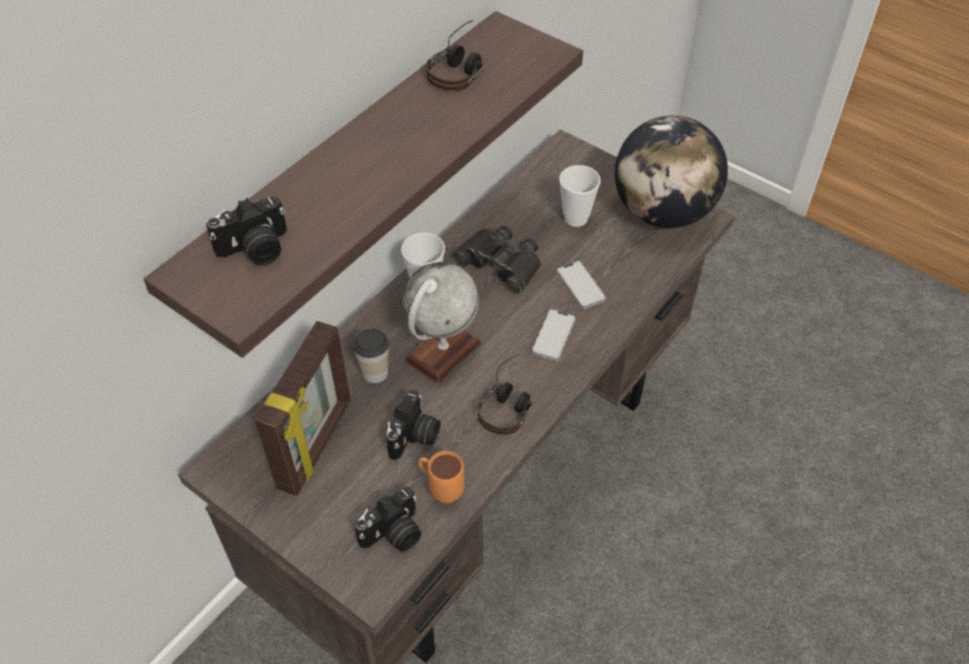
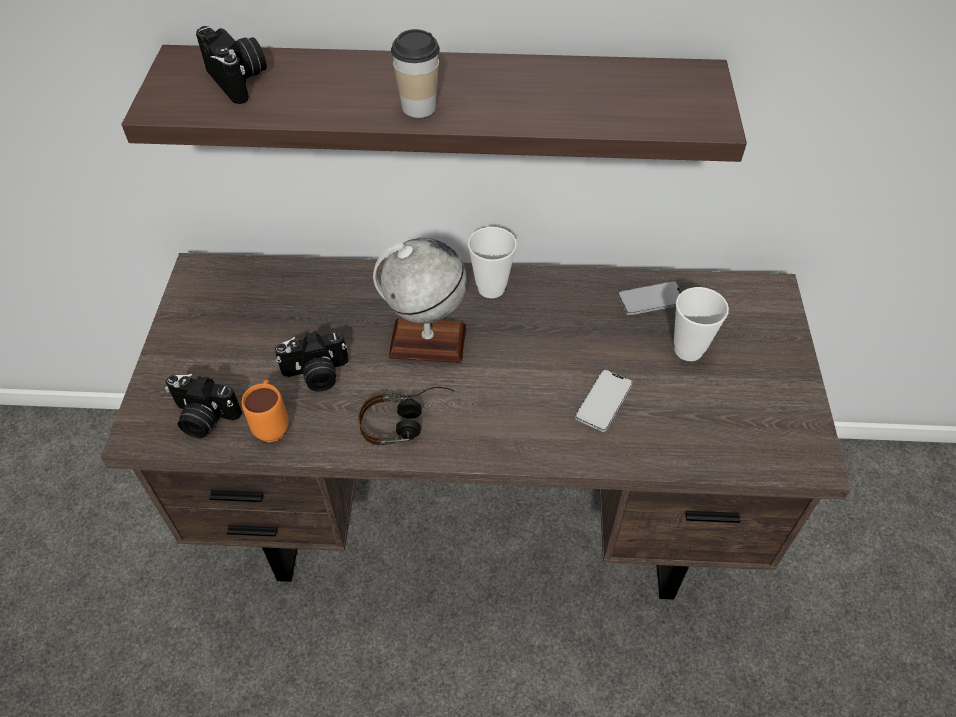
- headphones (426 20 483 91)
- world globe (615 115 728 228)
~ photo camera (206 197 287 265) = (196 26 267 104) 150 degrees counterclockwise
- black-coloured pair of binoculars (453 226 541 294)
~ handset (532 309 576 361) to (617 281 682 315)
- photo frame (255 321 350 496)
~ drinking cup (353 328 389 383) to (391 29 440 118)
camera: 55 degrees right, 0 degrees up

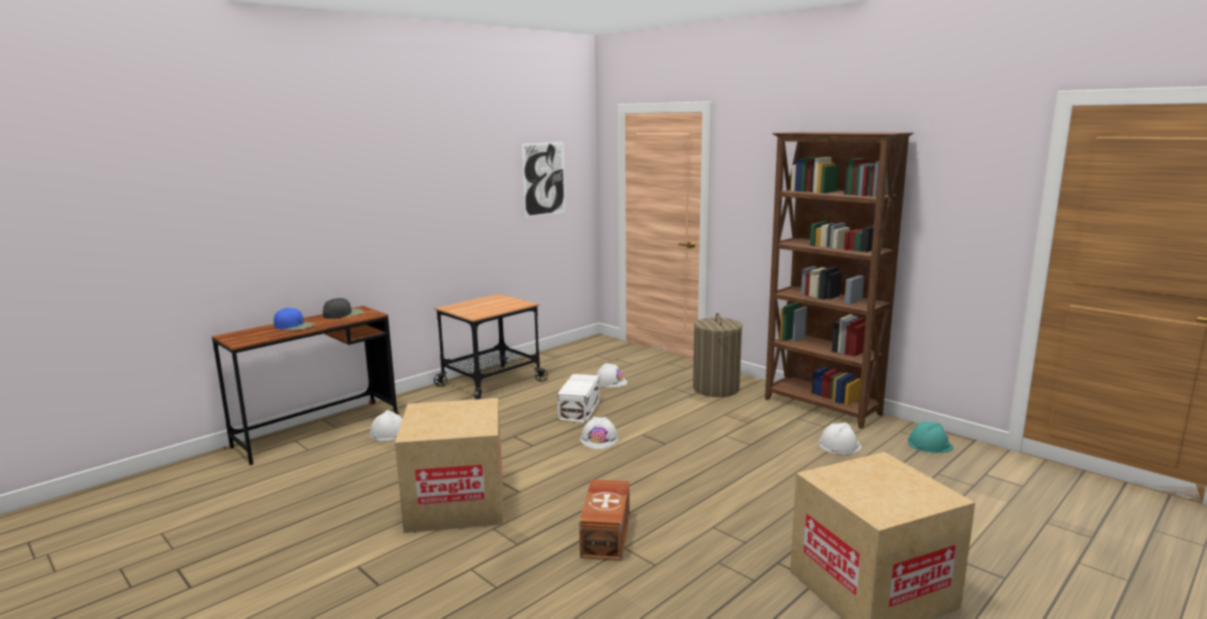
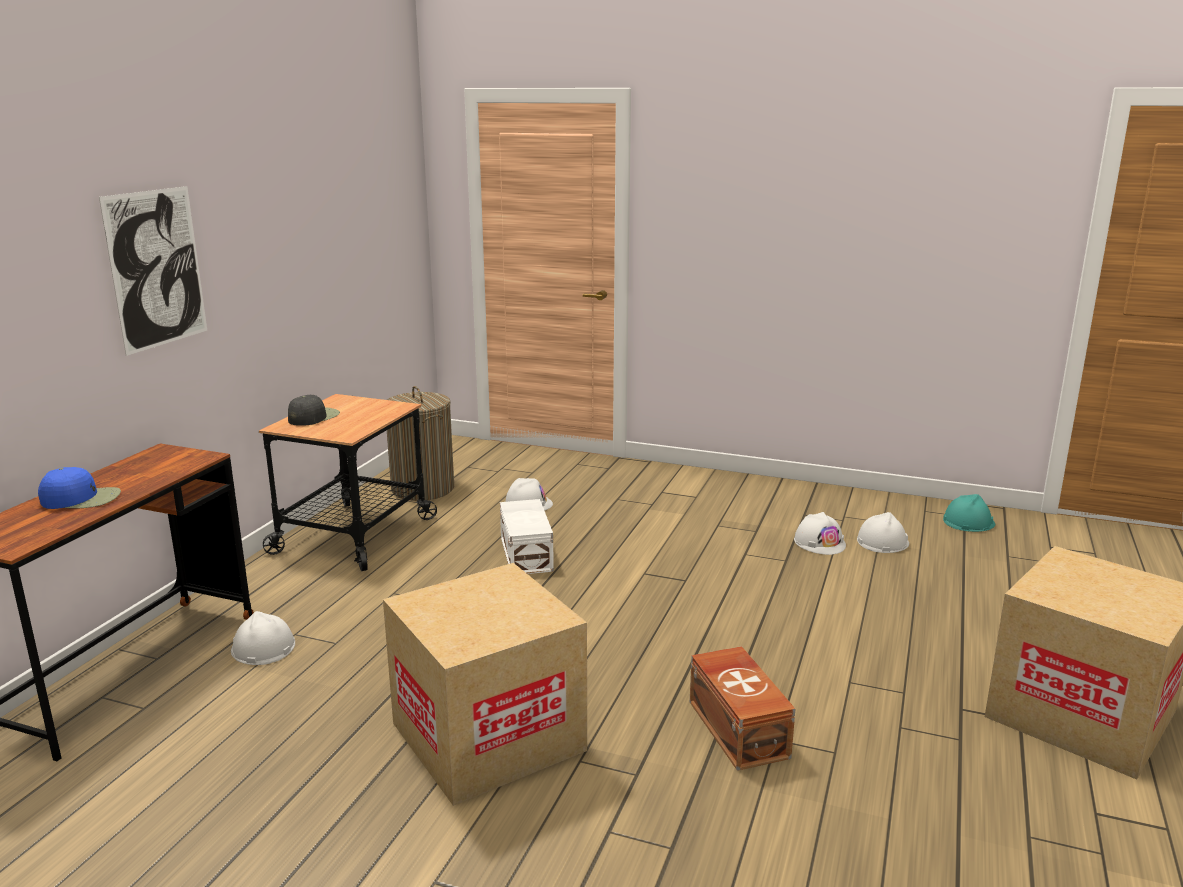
- brown-coloured shelving unit (765 132 914 429)
~ wall picture (522 142 565 218) to (99 186 207 356)
~ black-coloured cap (323 298 364 319) to (288 395 340 426)
~ laundry basket (693 313 742 397) to (387 386 454 501)
~ whitish hard hat (580 417 618 449) to (794 512 846 555)
camera: 25 degrees left, 5 degrees up

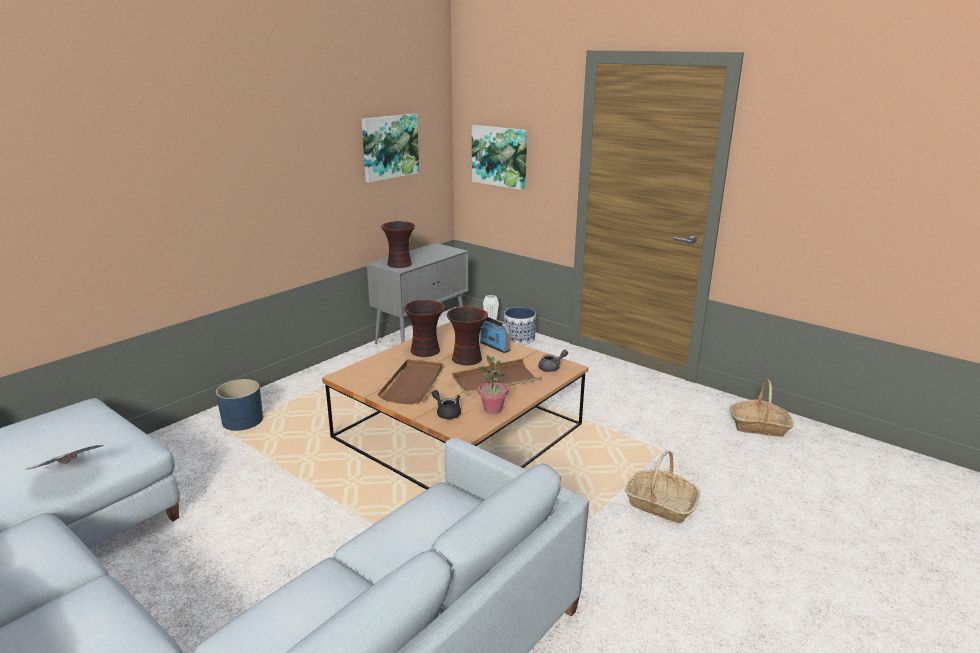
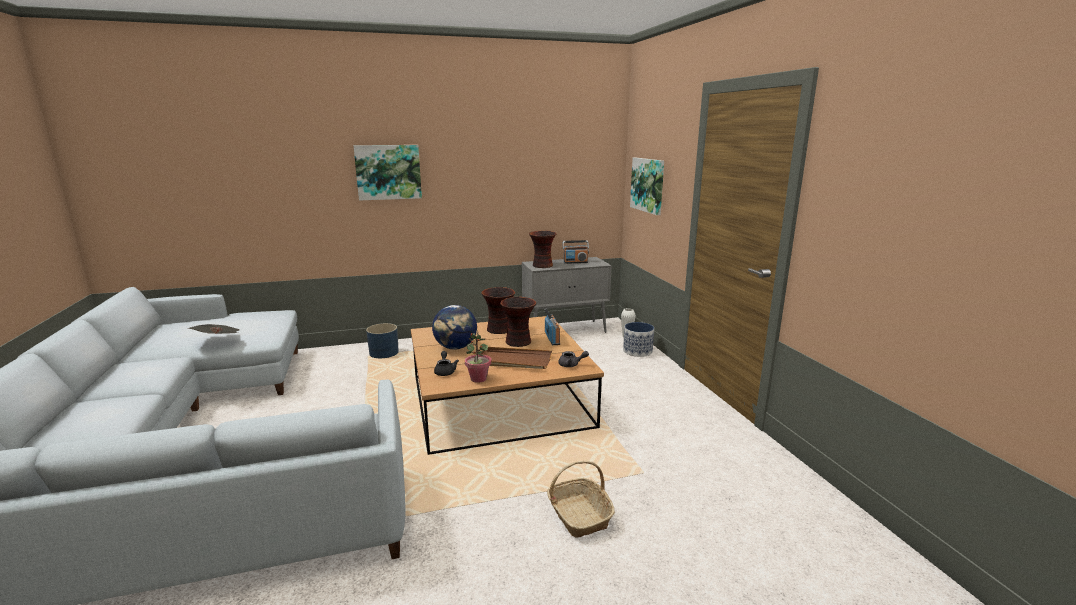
~ wall picture (362 114 419 182) to (353 145 422 201)
~ brown-coloured serving tray (378 359 443 405) to world globe (432 305 477 350)
- household basket (730 380 794 437)
+ radio receiver (563 240 589 264)
camera: 35 degrees right, 5 degrees down

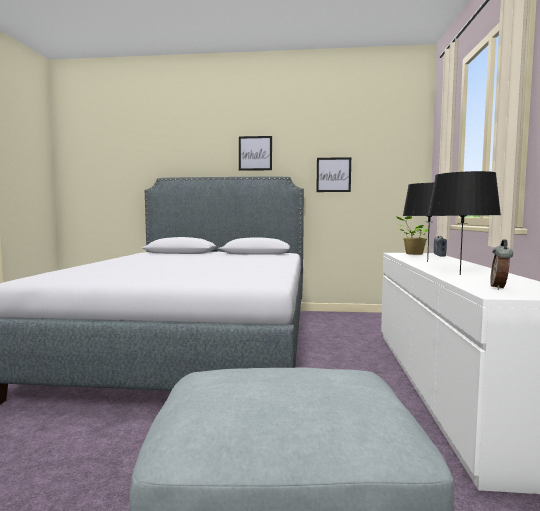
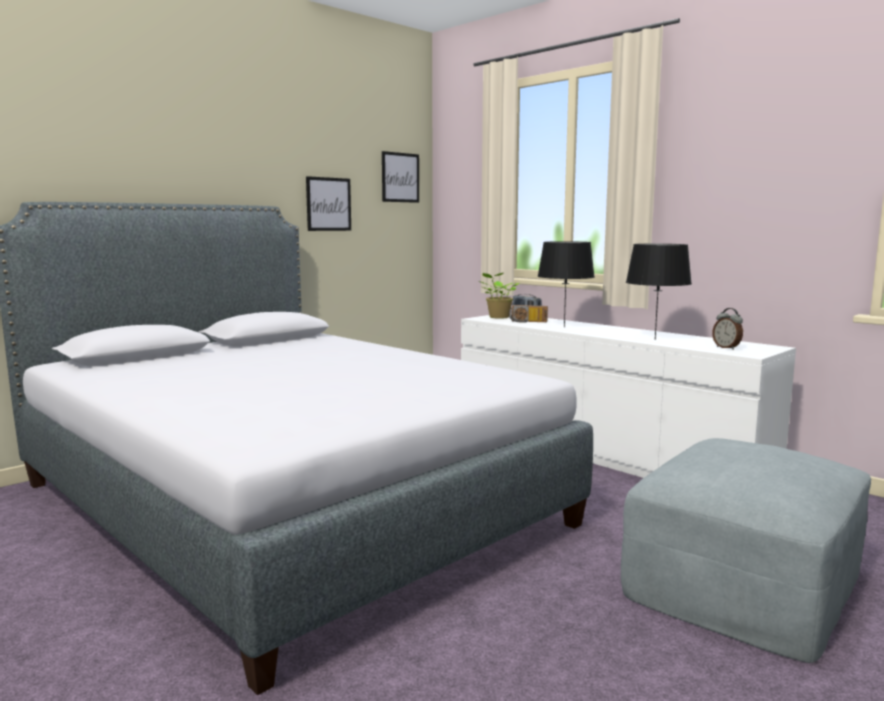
~ wall picture (239 136 272 171) to (382 151 419 203)
+ radio receiver (509 305 548 323)
camera: 50 degrees left, 5 degrees up

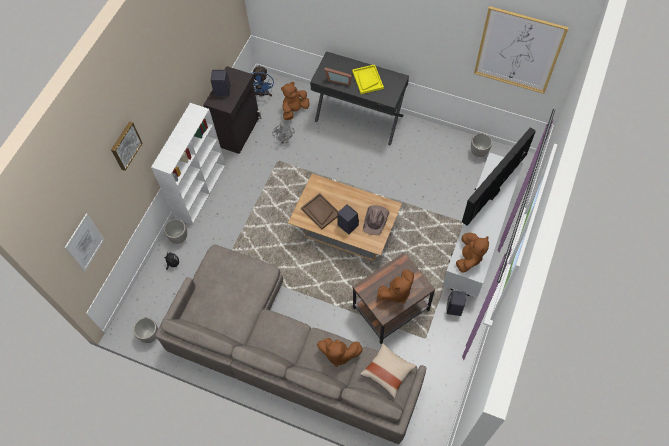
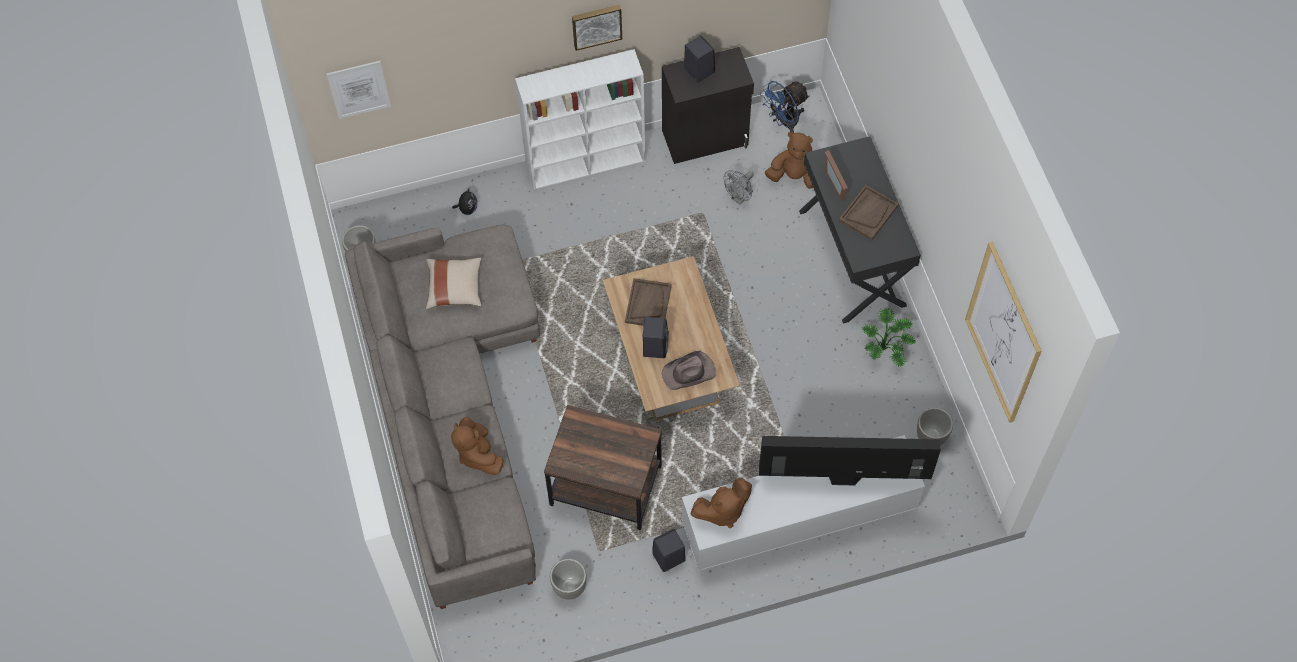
~ yellow serving tray (352 64 384 94) to brown-coloured serving tray (839 185 899 241)
~ wall picture (111 121 142 171) to (572 5 622 51)
~ plant pot (164 219 187 244) to (550 559 587 600)
- brown-coloured soft toy (377 269 414 303)
~ beige-coloured cushion (360 343 416 398) to (426 258 481 309)
+ plant in a pot (862 308 915 367)
camera: 50 degrees right, 0 degrees up

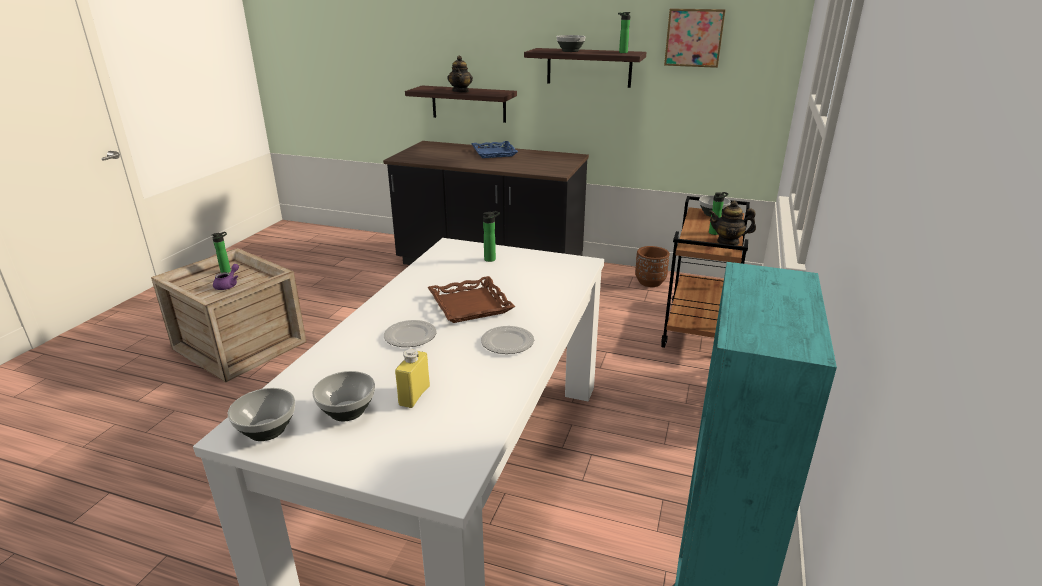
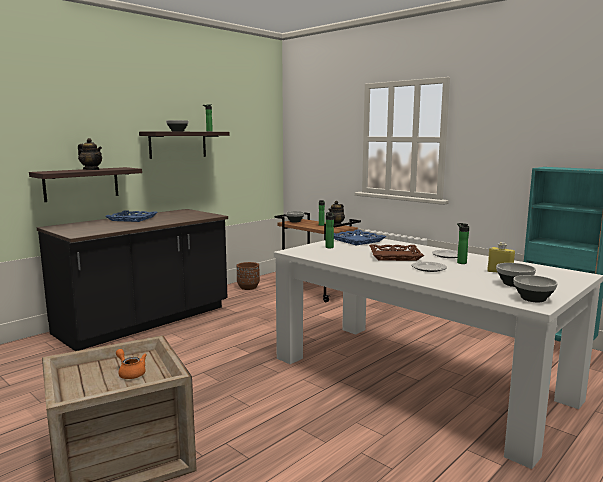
- wall picture (664 8 726 68)
~ beverage bottle (212 232 231 273) to (457 223 469 264)
~ purple pot for tea (213 264 239 290) to orange-coloured pot for tea (116 349 146 379)
+ blue serving tray (334 230 386 246)
camera: 65 degrees left, 15 degrees down

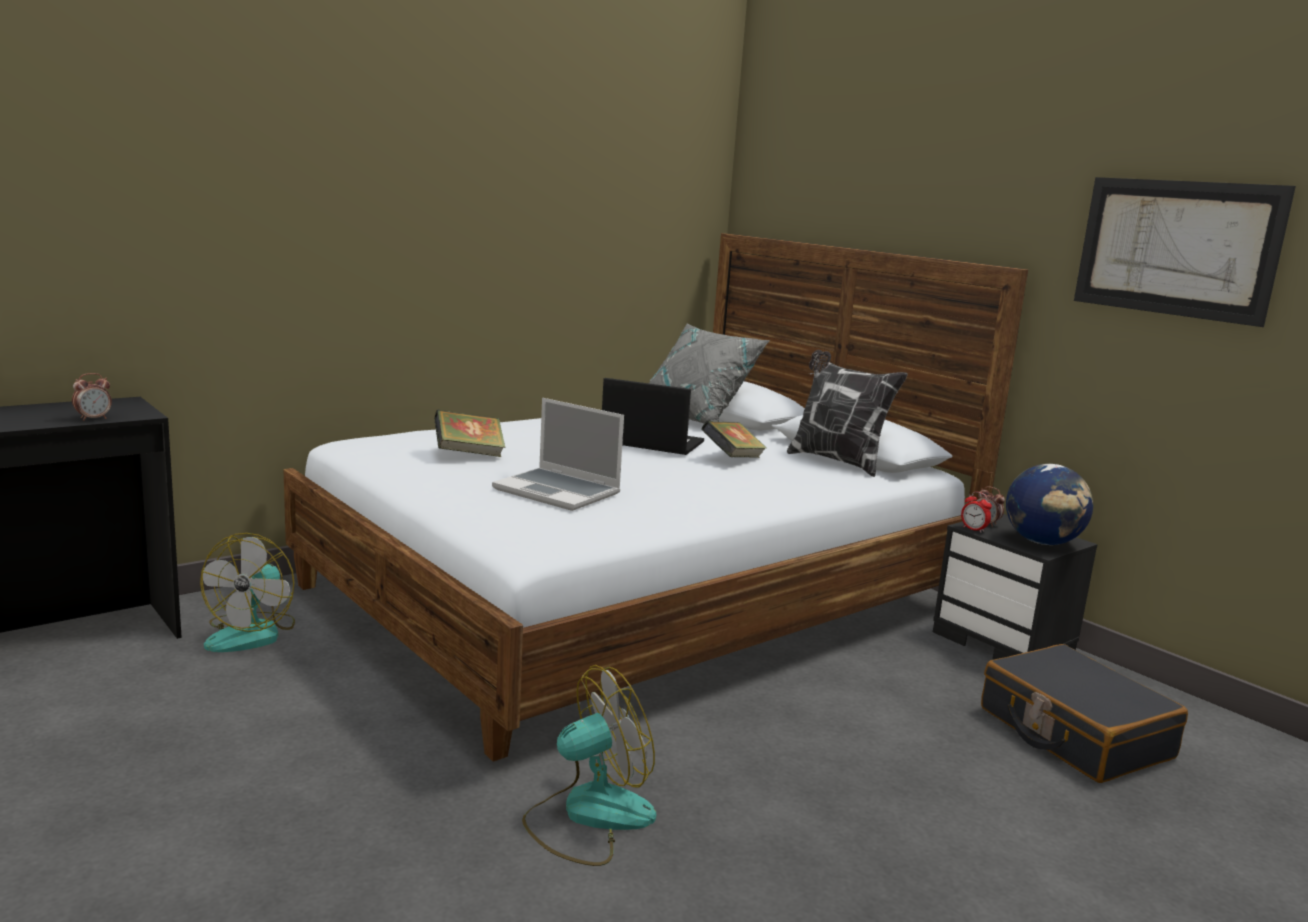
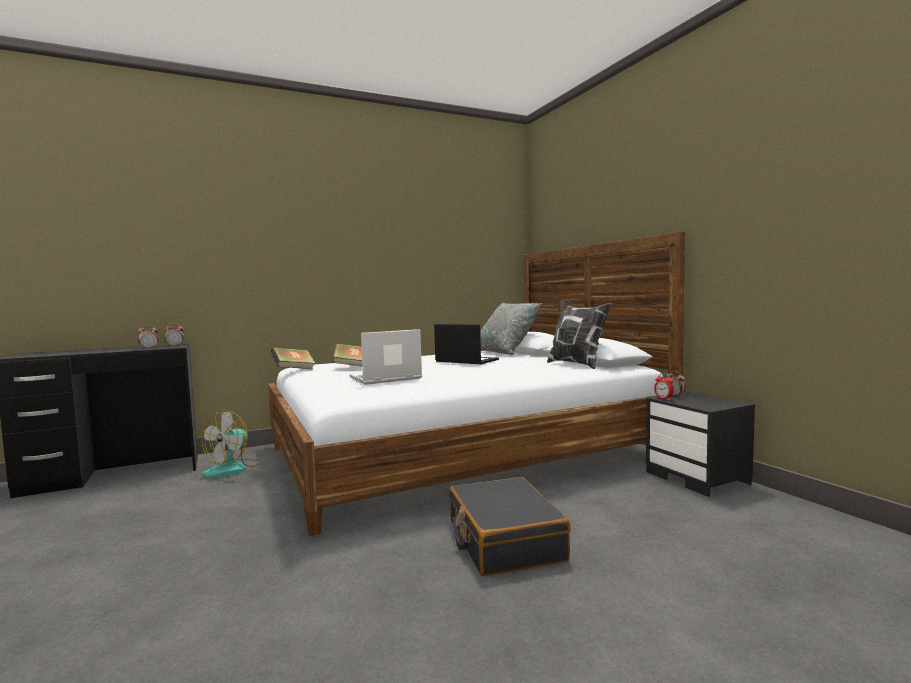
- wall picture (1074 177 1296 327)
~ portable computer (492 398 624 511) = (349 329 422 385) 105 degrees clockwise
~ book (701 421 767 458) to (271 347 315 370)
- world globe (1006 464 1093 545)
~ black-coloured travel case (981 644 1188 783) to (449 477 571 576)
- cooling fan (522 665 656 866)
+ alarm clock (165 323 184 347)
camera: 15 degrees right, 10 degrees down

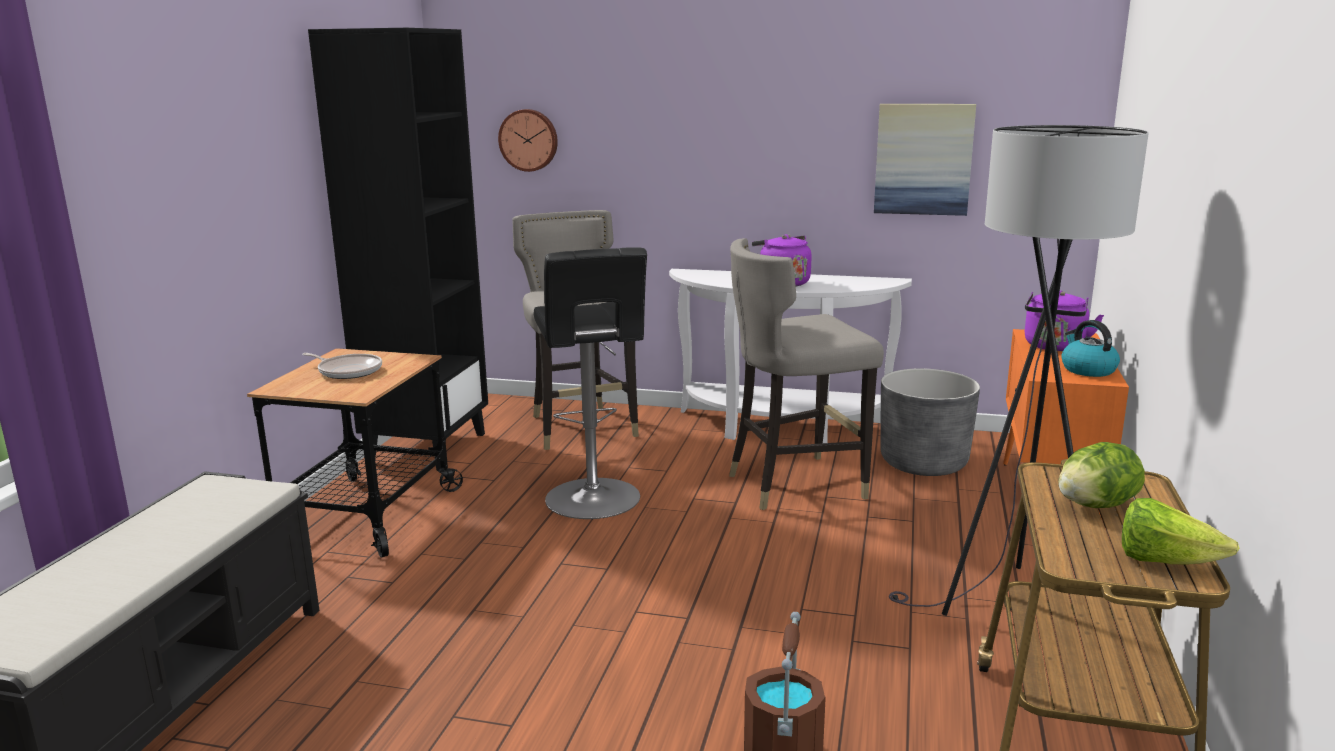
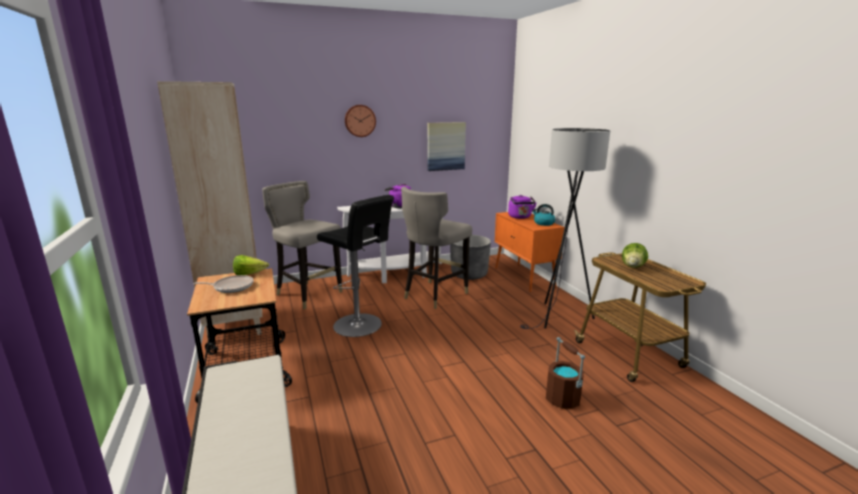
~ black-coloured shelving unit (308 28 488 471) to beige-coloured shelving unit (157 81 262 337)
~ clock on the wall (498 109 558 172) to (345 105 376 137)
~ lettuce (1122 498 1239 564) to (233 255 269 275)
camera: 35 degrees left, 0 degrees up

